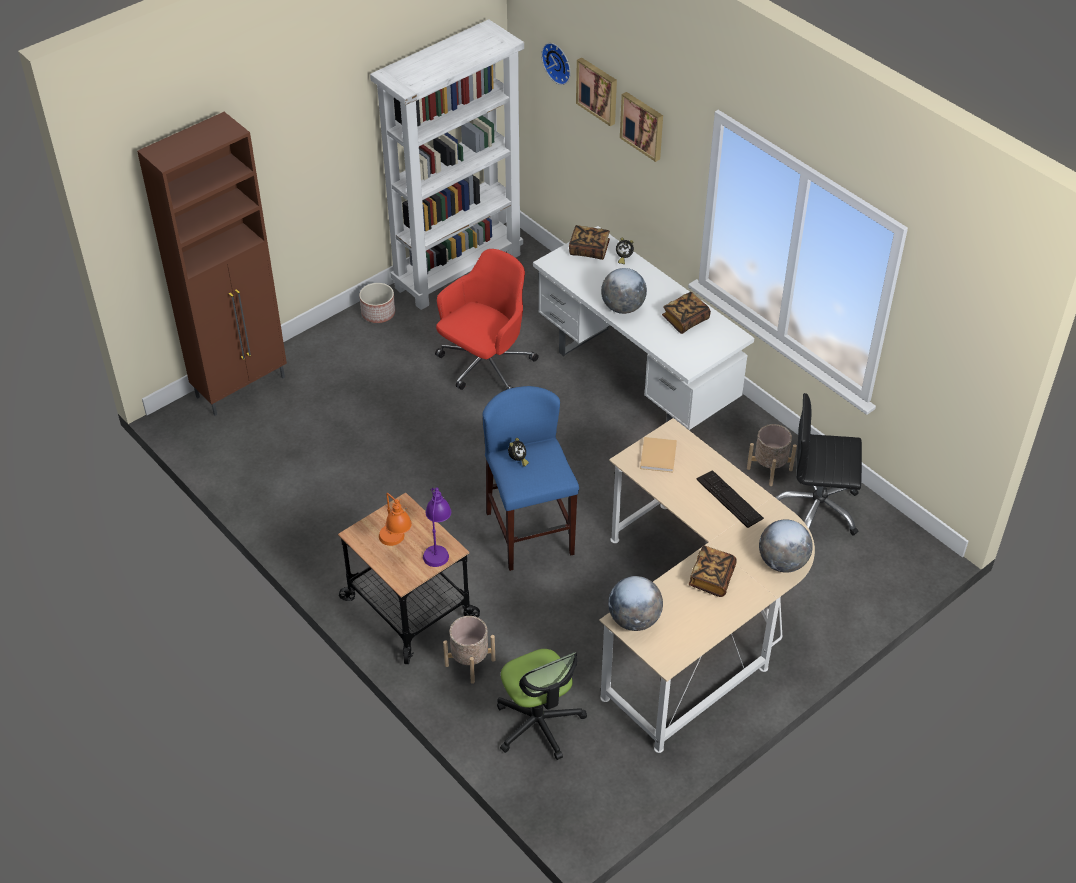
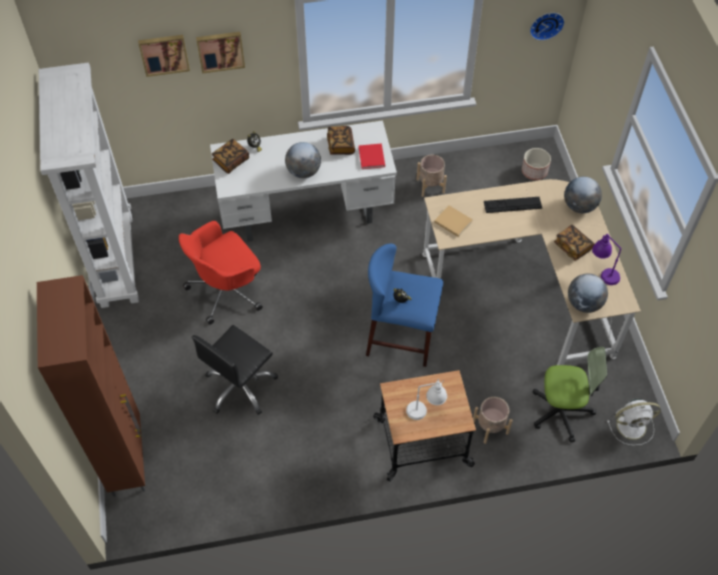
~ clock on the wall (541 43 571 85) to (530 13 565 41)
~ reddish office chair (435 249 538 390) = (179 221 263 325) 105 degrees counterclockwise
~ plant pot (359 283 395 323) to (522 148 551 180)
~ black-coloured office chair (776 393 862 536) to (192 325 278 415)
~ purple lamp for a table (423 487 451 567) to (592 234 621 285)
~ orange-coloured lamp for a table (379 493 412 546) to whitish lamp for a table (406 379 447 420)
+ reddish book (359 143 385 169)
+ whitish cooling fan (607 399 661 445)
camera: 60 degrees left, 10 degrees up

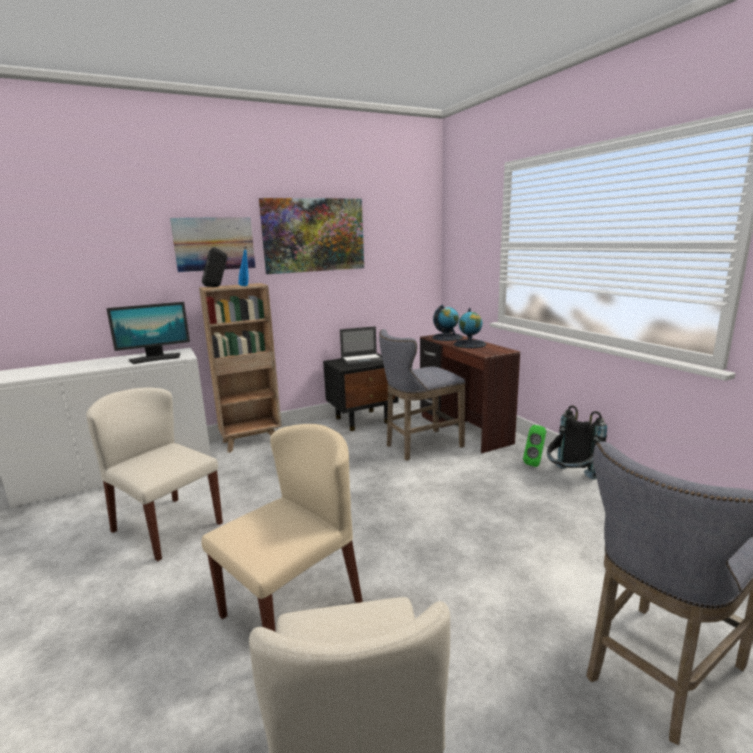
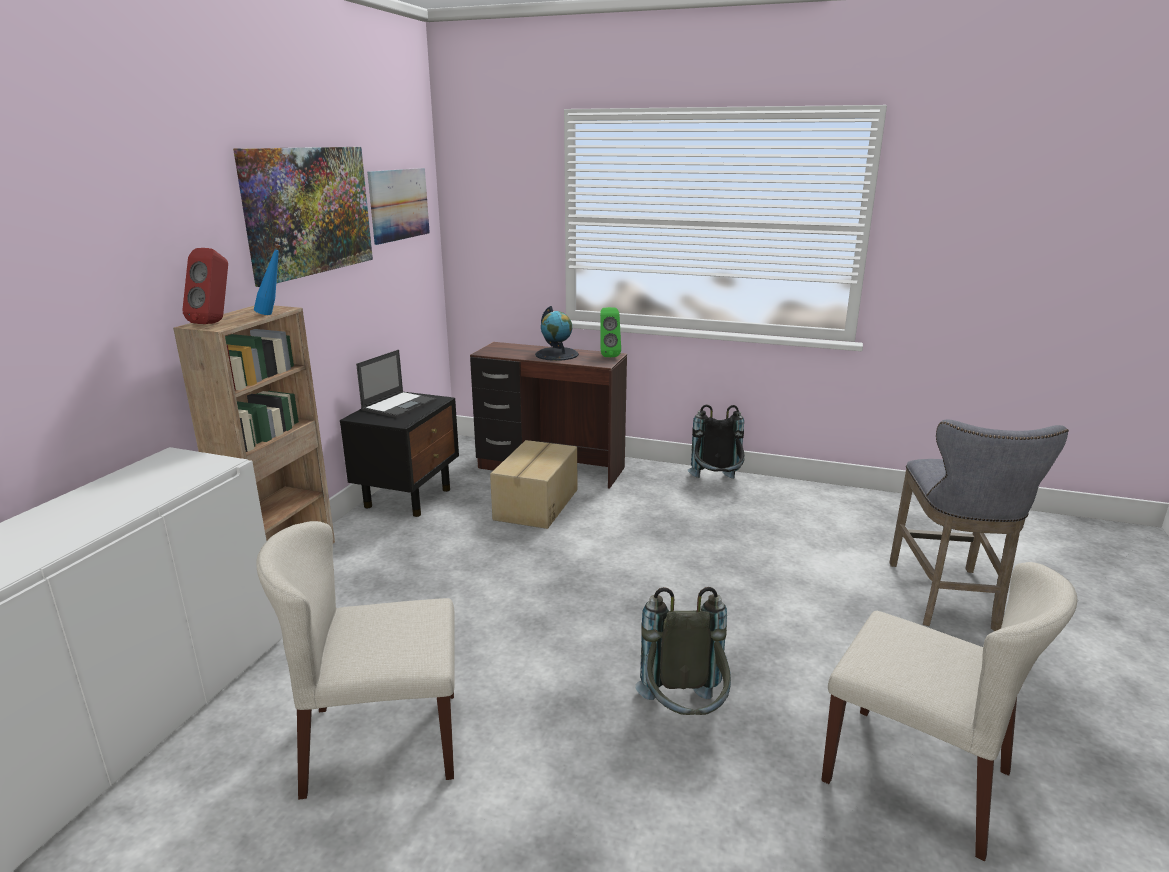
~ wall picture (170 217 256 272) to (367 168 430 245)
~ black-coloured audio speaker (202 247 227 287) to reddish audio speaker (182 248 228 324)
- computer screen (106 302 190 364)
- world globe (432 305 463 341)
~ greyish stool (379 329 465 461) to carton (490 440 577 529)
~ beige-coloured upright chair (202 424 362 632) to greyish knapsack (635 587 731 715)
~ green-coloured audio speaker (523 425 546 467) to (600 307 621 357)
camera: 45 degrees left, 5 degrees up

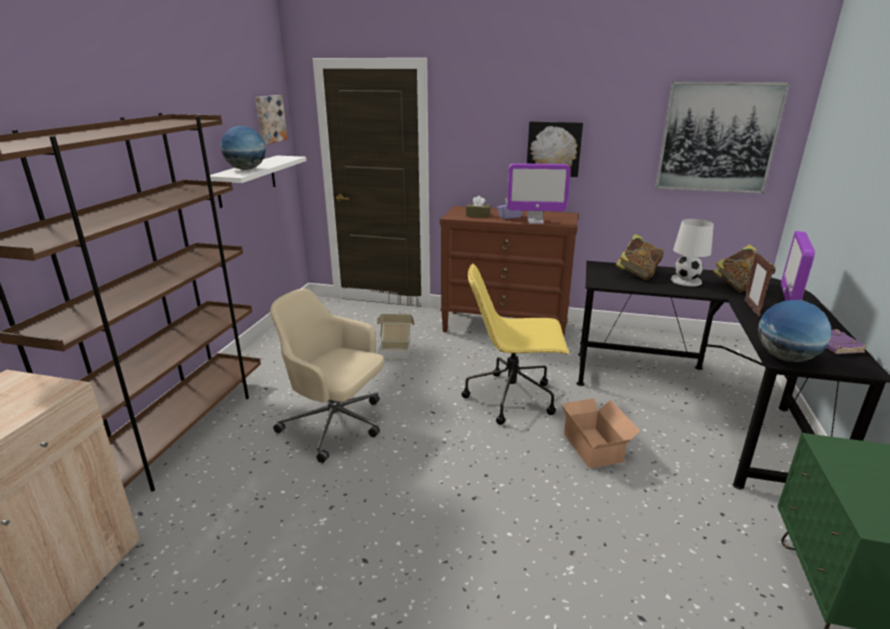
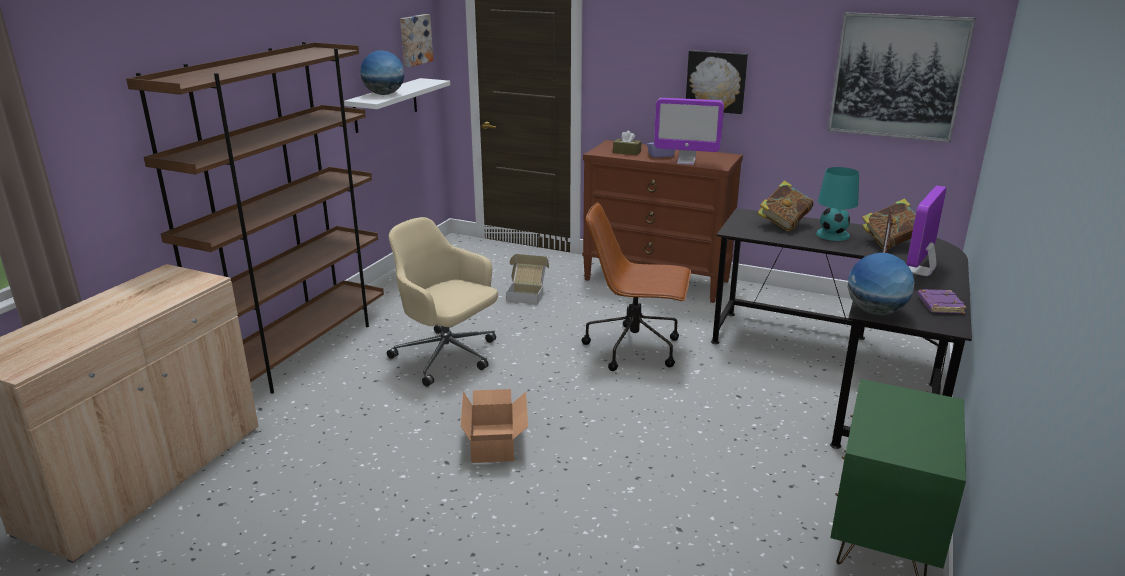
~ whitish lamp for a table (671 219 714 286) to turquoise-coloured lamp for a table (816 167 859 241)
~ yellow office chair (461 263 569 425) to brown-coloured office chair (582 202 691 371)
~ carton (561 399 640 468) to (461 389 528 463)
camera: 10 degrees right, 0 degrees up

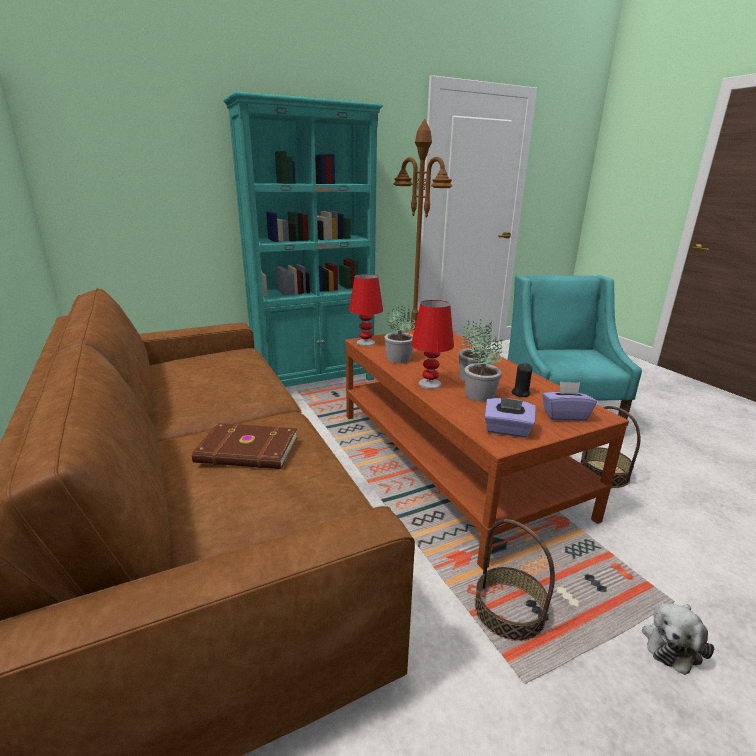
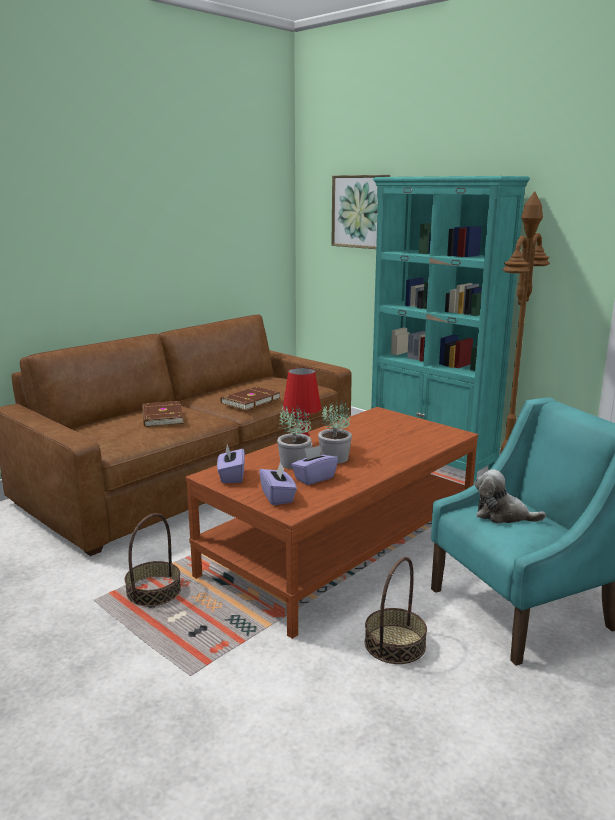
- reddish lamp for a table (349 274 383 346)
- plant in a pot (385 306 415 363)
~ black-coloured wax candle (512 364 532 397) to purple box of tissues (291 445 338 485)
~ soft toy (642 603 714 675) to (475 469 546 524)
+ wall picture (331 175 390 249)
+ brown-coloured book (221 387 281 410)
camera: 70 degrees right, 5 degrees down

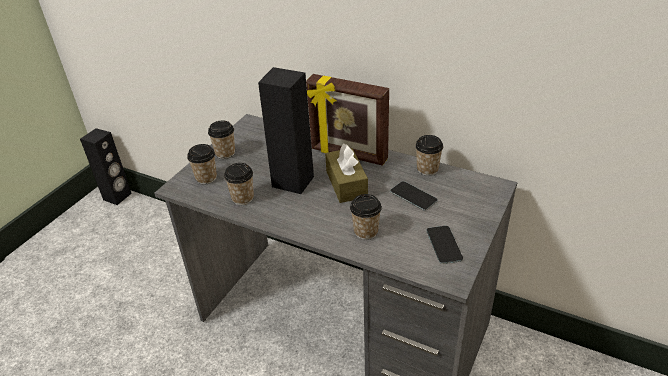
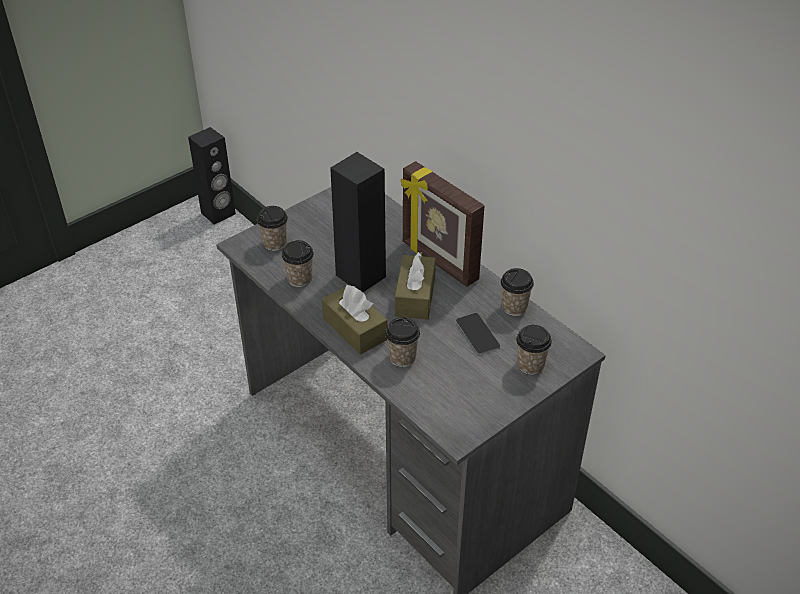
~ drinking cup (208 120 235 159) to (516 325 552 375)
- handset (426 226 463 264)
+ brown-coloured box of tissues (322 285 388 355)
camera: 20 degrees right, 5 degrees up

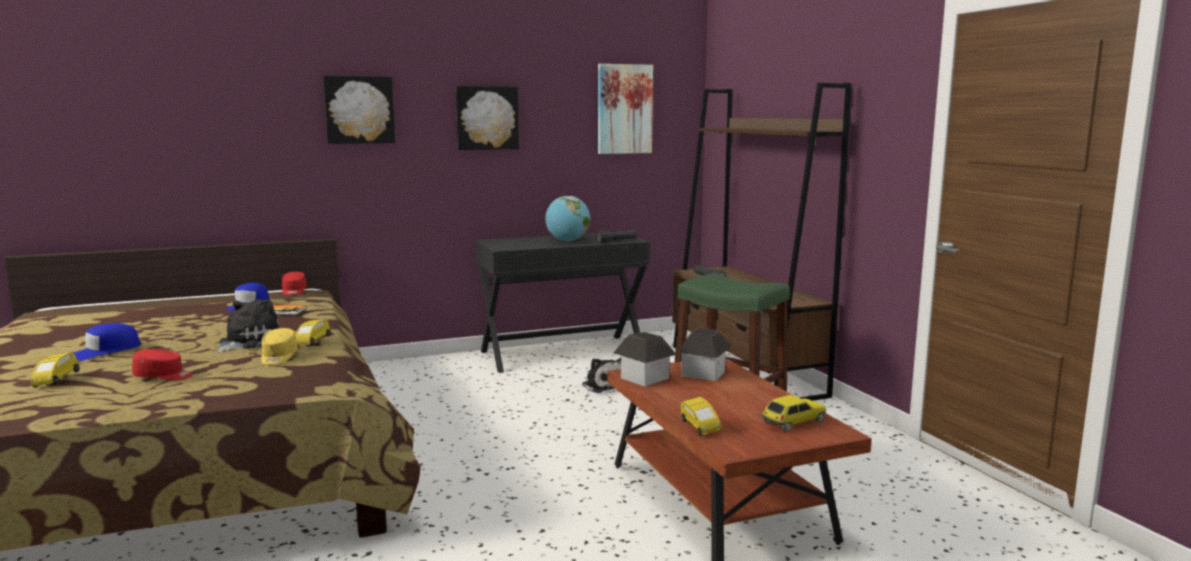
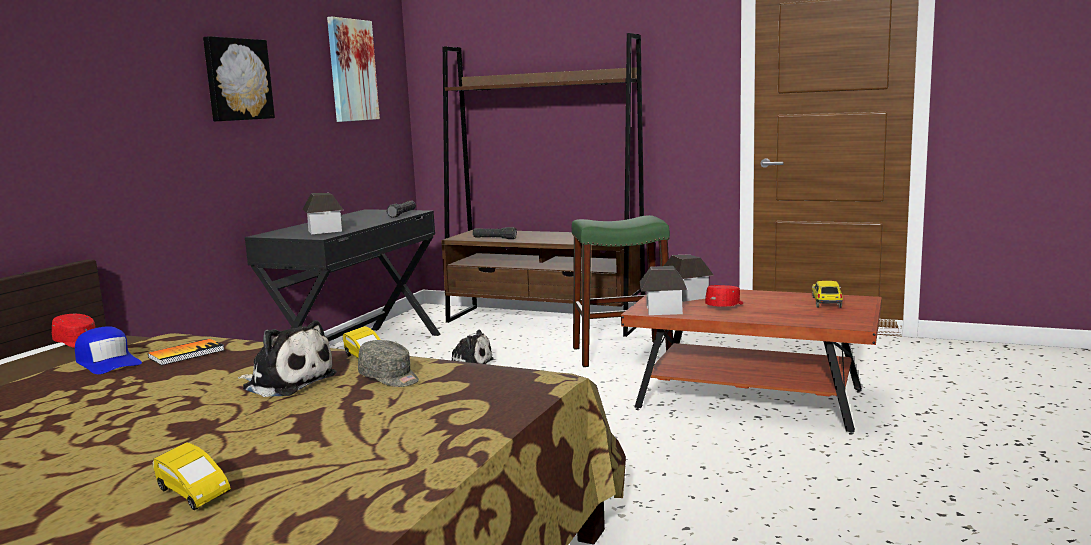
- wall picture (323 76 395 144)
- world globe (545 196 590 242)
~ soft toy (215 299 279 353) = (238 320 337 397) 135 degrees clockwise
- blue cap (73 323 141 361)
~ yellow cap (261 328 298 365) to greyish cap (358 340 419 387)
~ reddish cap (132 349 193 381) to (705 285 743 307)
- yellow miniature car (681 397 722 436)
+ miniature house (303 193 343 234)
camera: 45 degrees left, 0 degrees up

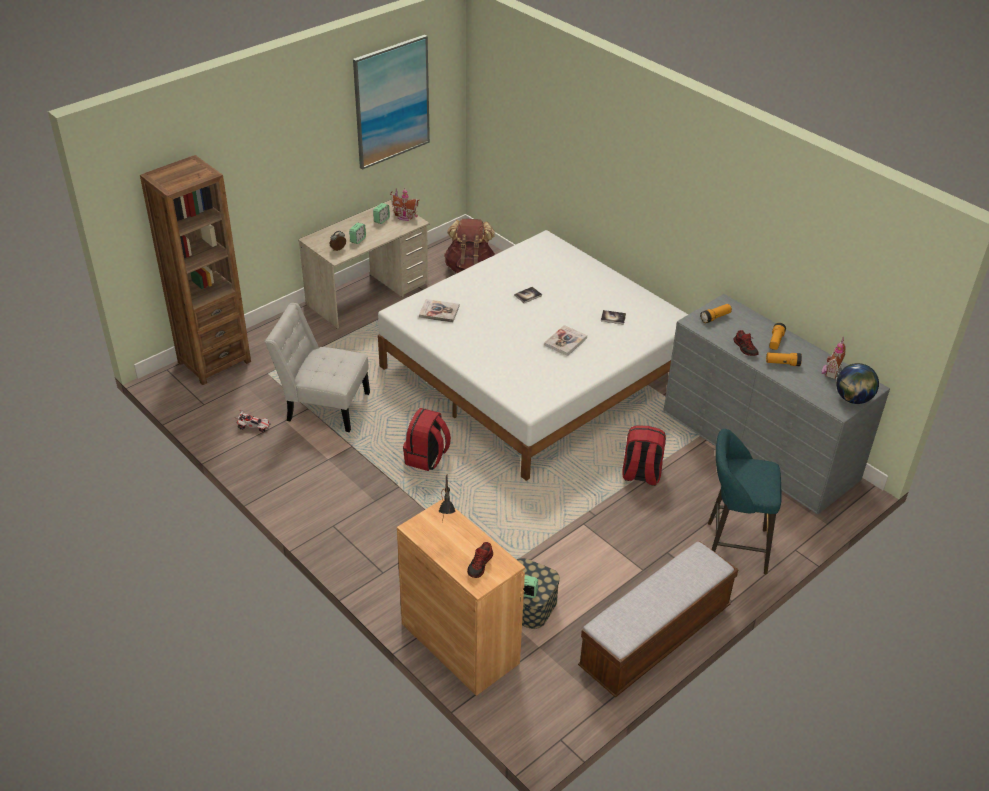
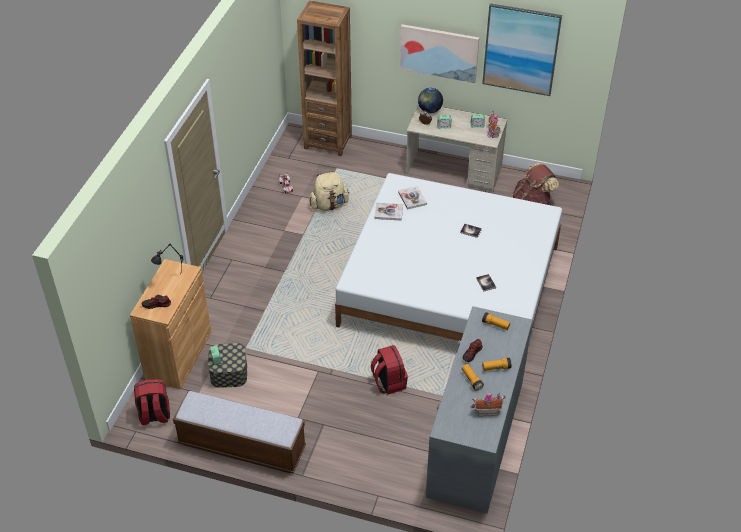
~ whitish upright chair (265 303 370 432) to beige-coloured knapsack (310 171 349 211)
~ book (544 325 587 356) to (374 203 403 221)
~ world globe (836 363 879 404) to (418 88 443 113)
~ reddish knapsack (403 408 451 471) to (134 379 170 425)
- turquoise-coloured stool (708 429 782 574)
+ wall picture (400 24 479 83)
camera: 60 degrees right, 5 degrees up

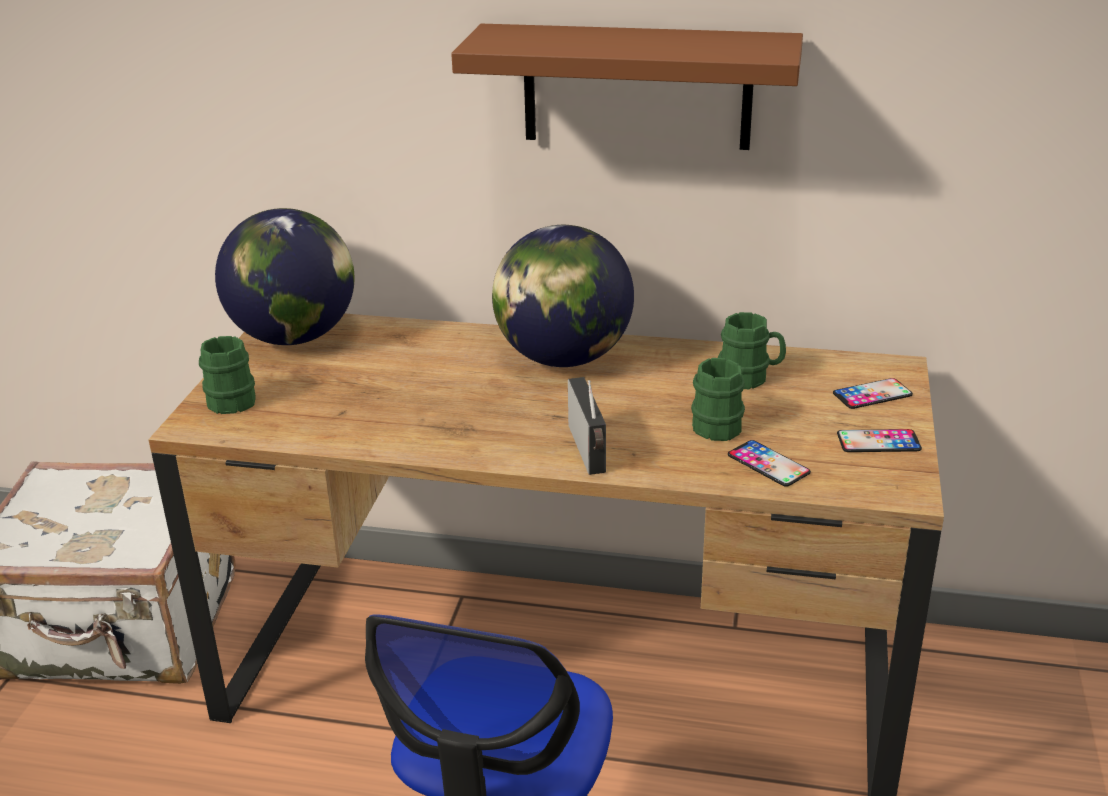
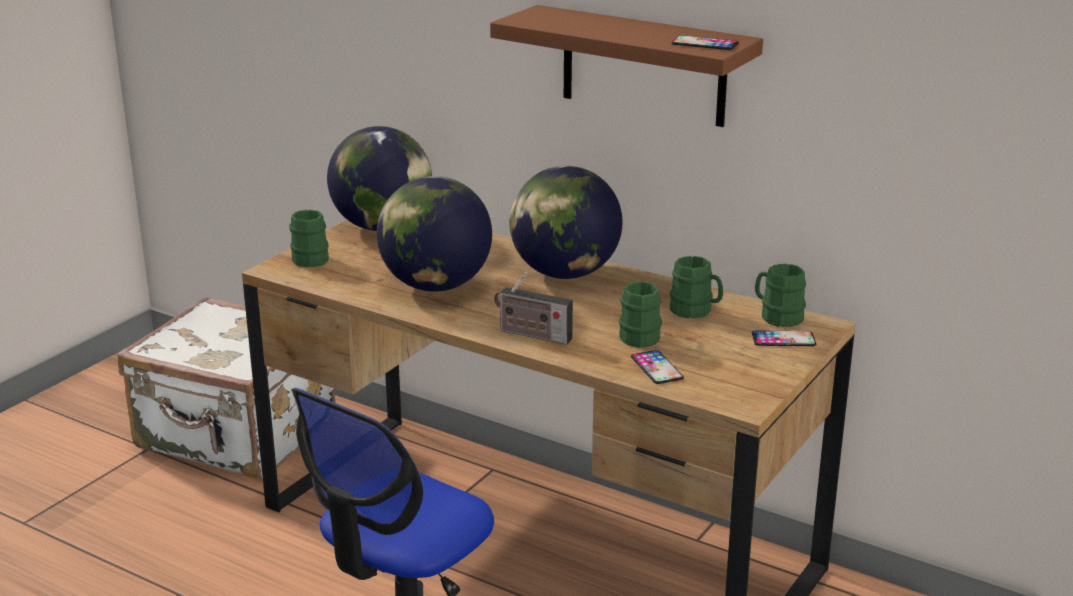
~ radio receiver (568 377 606 475) = (494 272 573 345) 105 degrees clockwise
~ handset (837 429 922 452) to (671 35 739 50)
+ world globe (377 176 492 292)
+ green-coloured coffee mug (755 264 806 327)
camera: 20 degrees right, 5 degrees down

